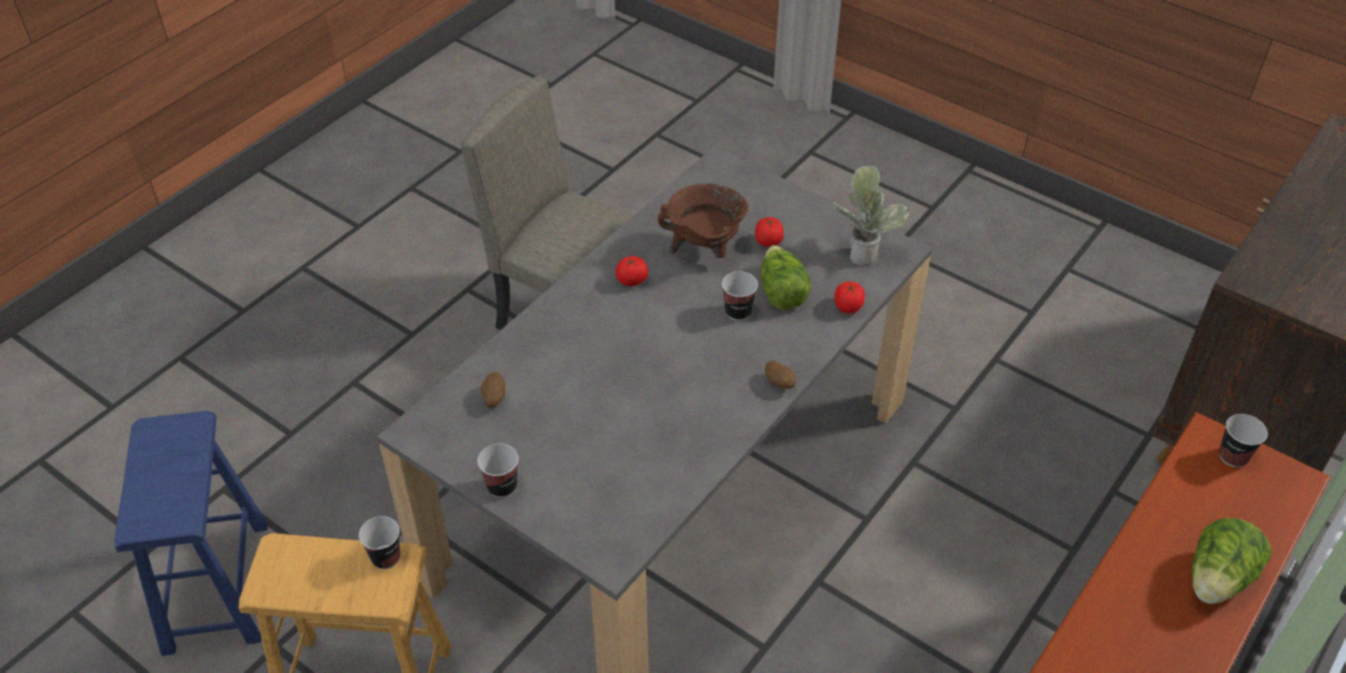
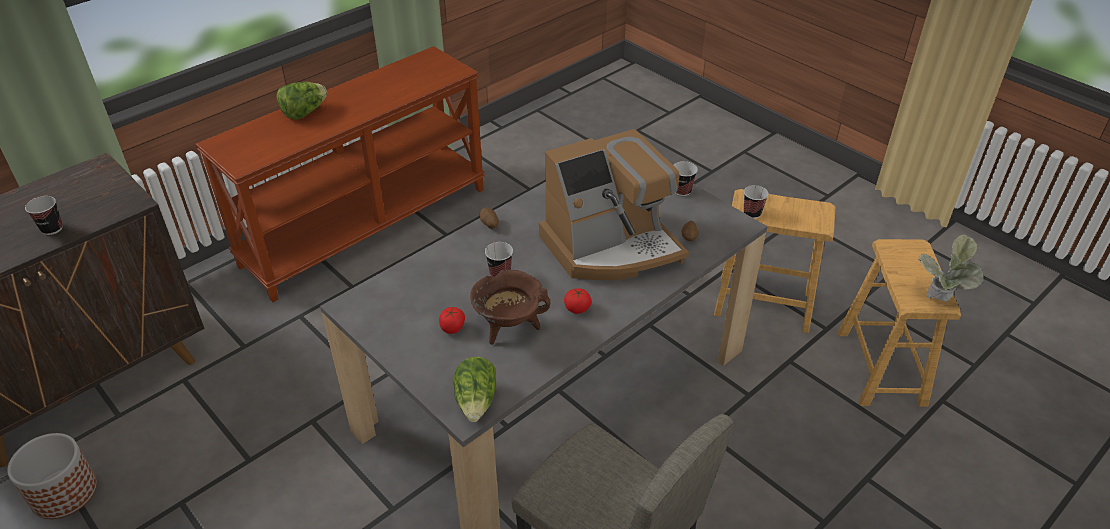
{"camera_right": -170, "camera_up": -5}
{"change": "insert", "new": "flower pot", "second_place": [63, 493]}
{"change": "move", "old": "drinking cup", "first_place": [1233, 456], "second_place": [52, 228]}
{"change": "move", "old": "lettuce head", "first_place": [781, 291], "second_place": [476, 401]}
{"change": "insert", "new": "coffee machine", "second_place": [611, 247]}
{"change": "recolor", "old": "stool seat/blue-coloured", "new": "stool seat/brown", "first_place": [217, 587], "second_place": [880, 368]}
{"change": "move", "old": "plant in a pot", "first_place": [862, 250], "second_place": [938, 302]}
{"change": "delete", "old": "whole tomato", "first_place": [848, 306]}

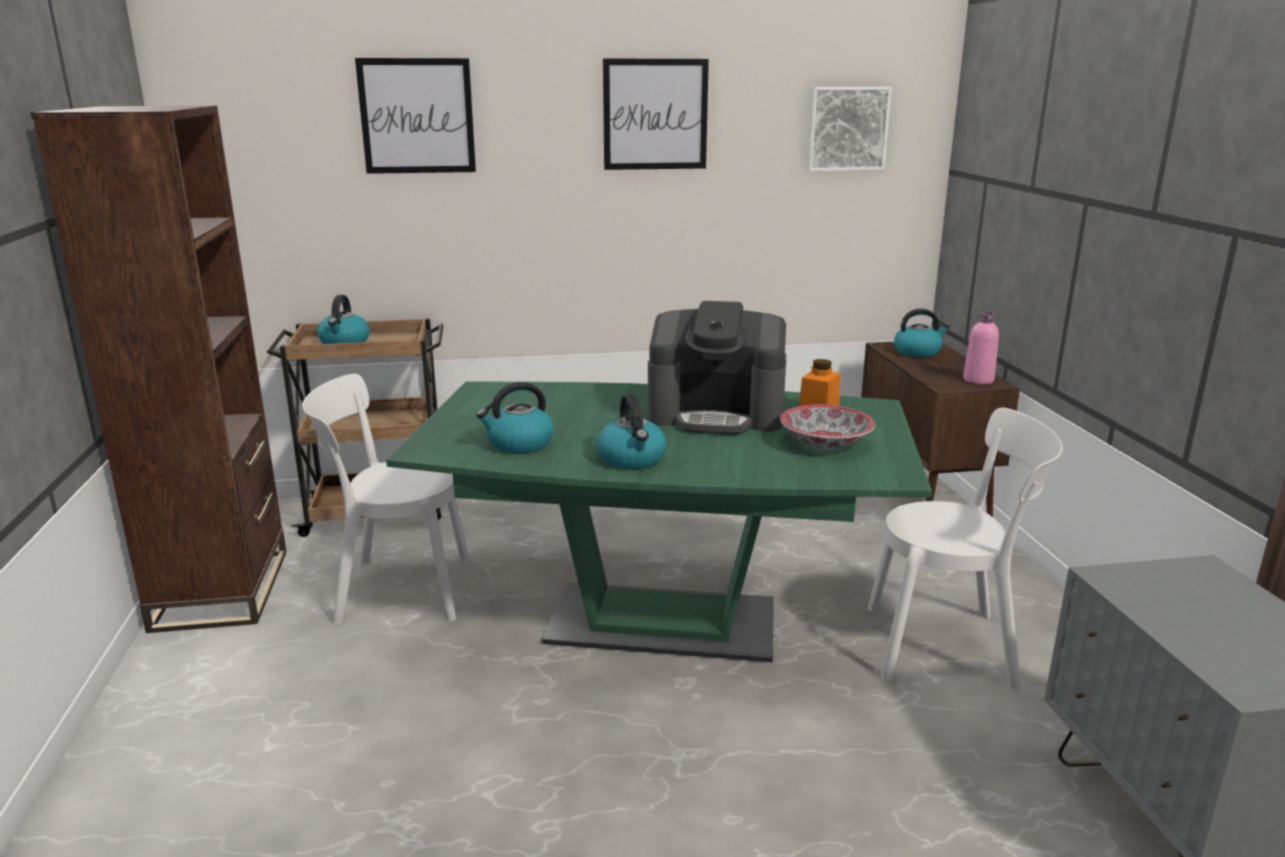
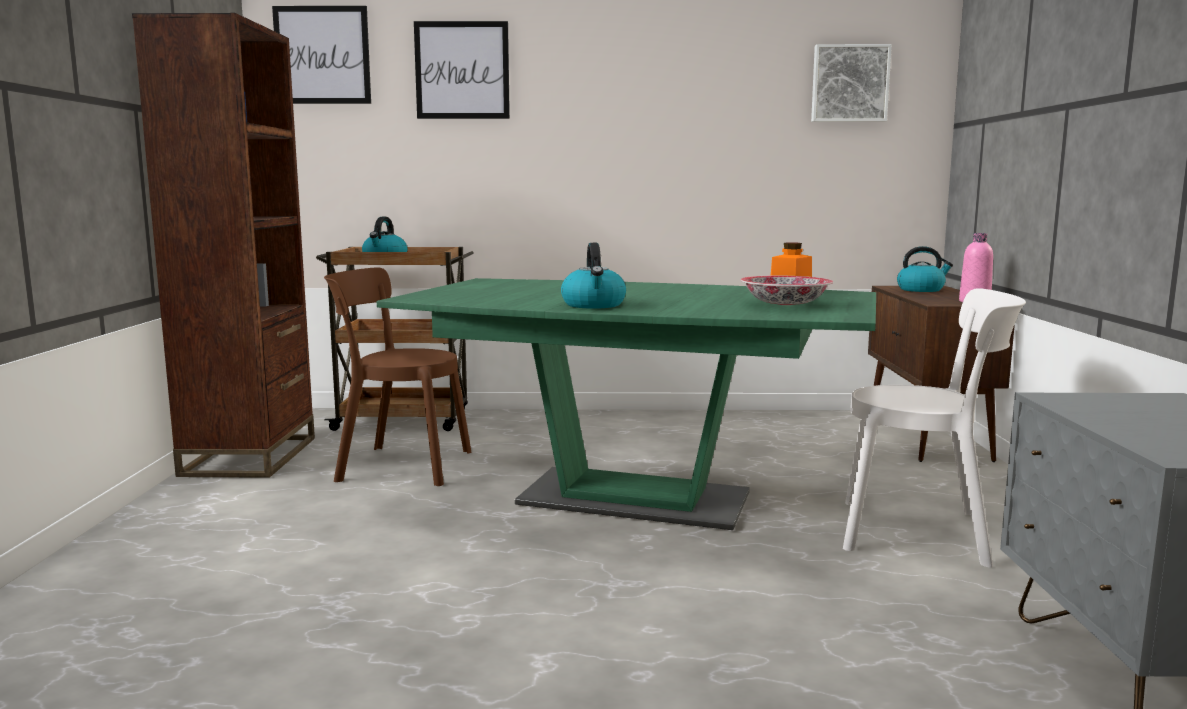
{"camera_right": 10, "camera_up": -10}
{"change": "move", "old": "wall picture", "first_place": [655, 114], "second_place": [322, 55]}
{"change": "recolor", "old": "upright chair/white", "new": "upright chair/brown", "first_place": [397, 590], "second_place": [399, 465]}
{"change": "delete", "old": "tea kettle", "first_place": [519, 444]}
{"change": "delete", "old": "coffee machine", "first_place": [717, 414]}

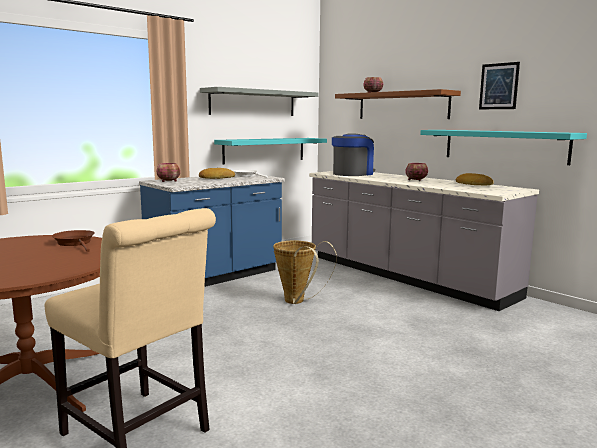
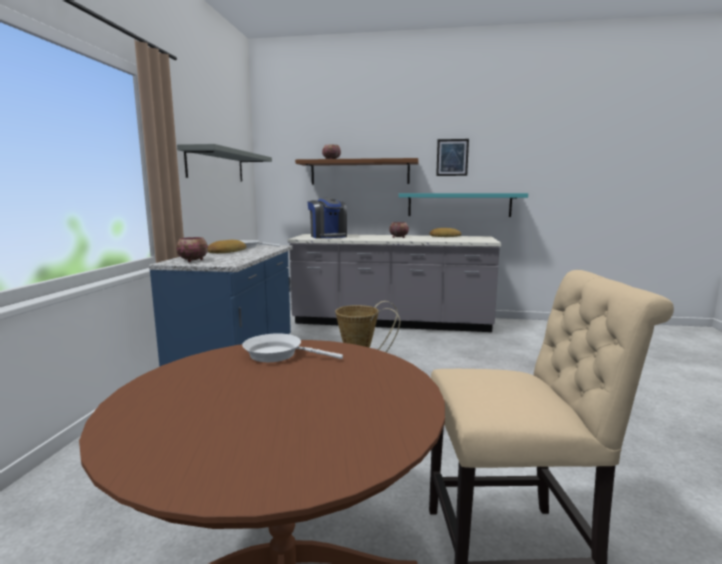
{"camera_right": -40, "camera_up": 0}
{"change": "recolor", "old": "pan/brown", "new": "pan/white", "first_place": [75, 243], "second_place": [278, 354]}
{"change": "rotate", "old": "coffee machine", "first_place": [353, 174], "second_place": [328, 237], "degrees": 150}
{"change": "delete", "old": "wall shelf/turquoise-coloured", "first_place": [264, 150]}

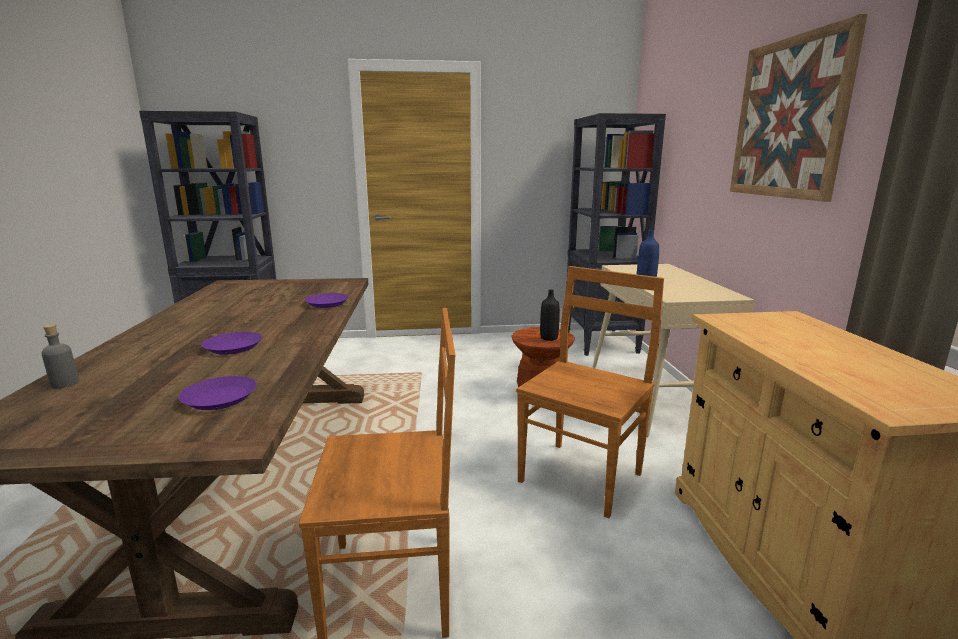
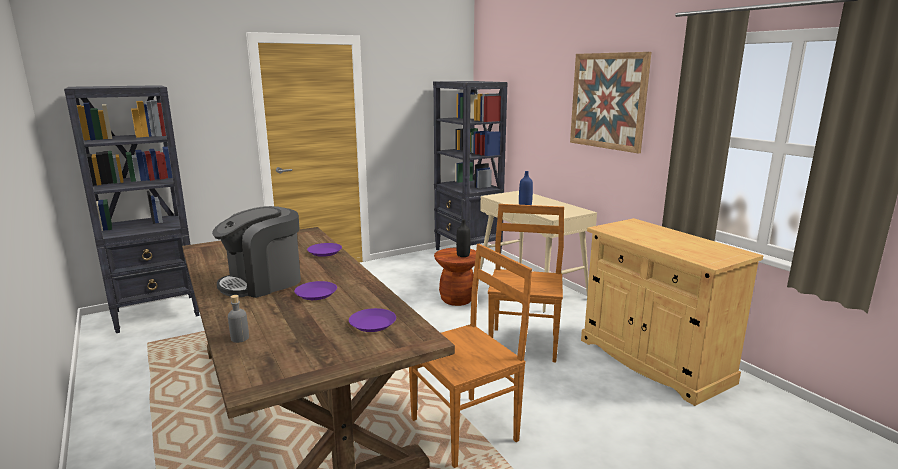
{"camera_right": -25, "camera_up": 0}
{"change": "insert", "new": "coffee machine", "second_place": [263, 282]}

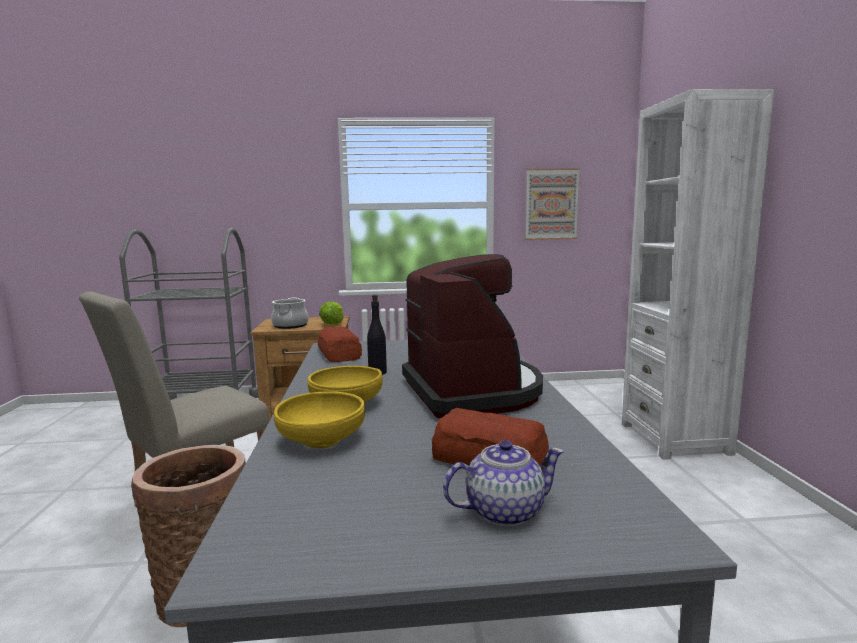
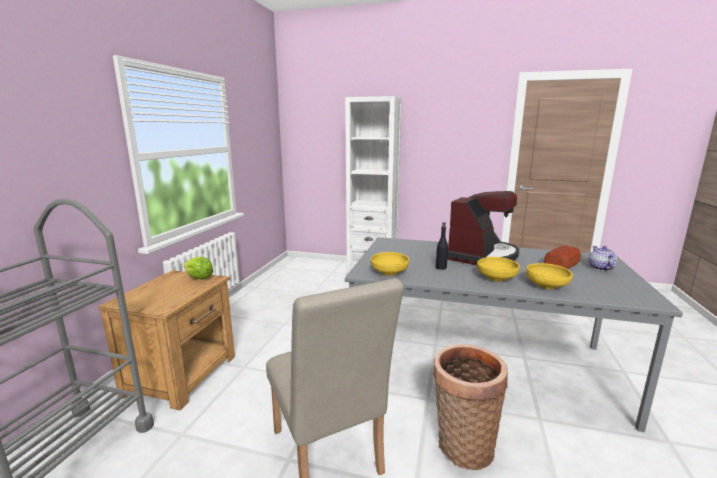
{"camera_right": -70, "camera_up": 5}
{"change": "replace", "old": "baked bread", "new": "bowl/yellowish", "first_place": [339, 354], "second_place": [389, 272]}
{"change": "rotate", "old": "coffee machine", "first_place": [472, 391], "second_place": [481, 255], "degrees": 120}
{"change": "delete", "old": "saucepot", "first_place": [290, 325]}
{"change": "delete", "old": "wall picture", "first_place": [551, 204]}

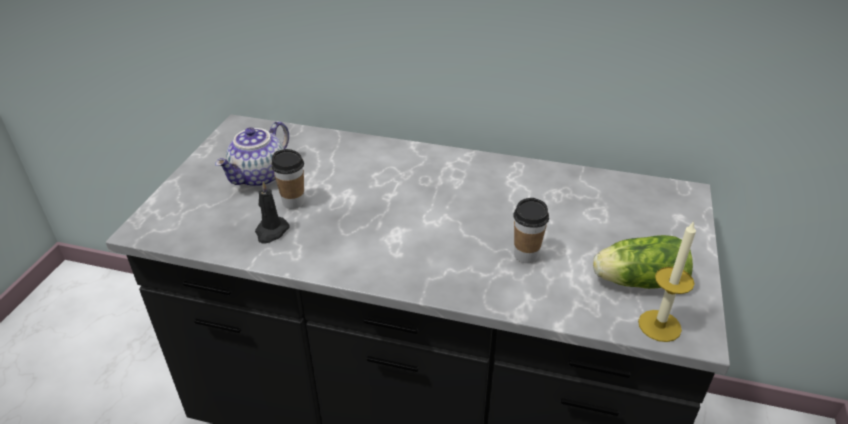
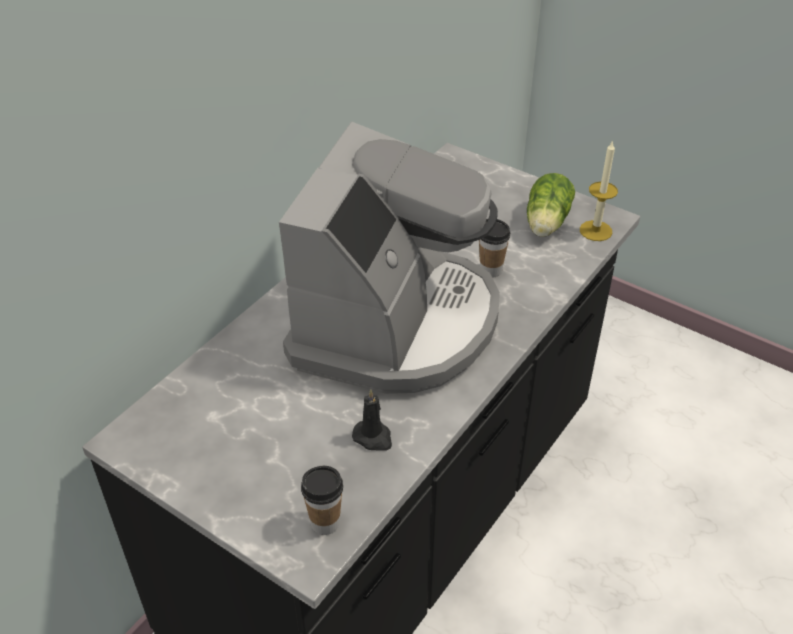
{"camera_right": -70, "camera_up": 5}
{"change": "insert", "new": "coffee machine", "second_place": [396, 323]}
{"change": "move", "old": "drinking cup", "first_place": [293, 202], "second_place": [325, 523]}
{"change": "delete", "old": "tea pot", "first_place": [260, 177]}

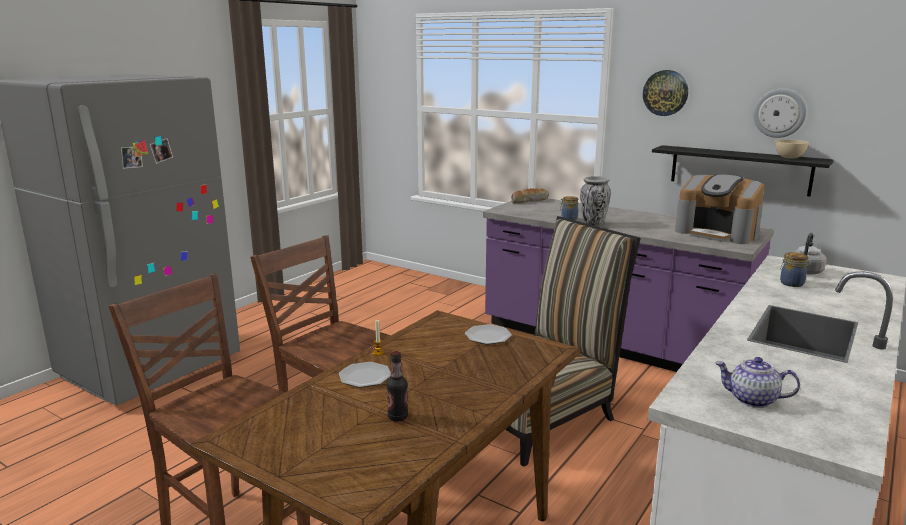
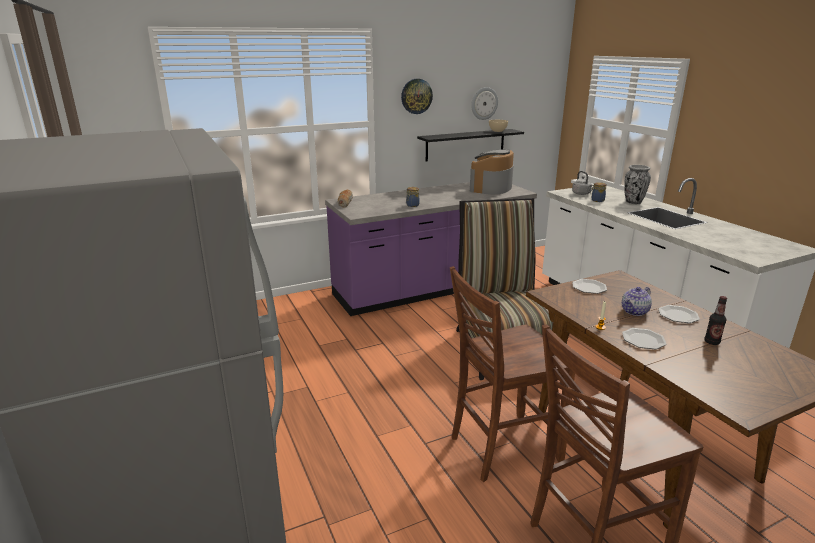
{"camera_right": -60, "camera_up": 5}
{"change": "rotate", "old": "coffee machine", "first_place": [717, 233], "second_place": [491, 188], "degrees": 135}
{"change": "move", "old": "tea pot", "first_place": [752, 400], "second_place": [635, 312]}
{"change": "move", "old": "decorative vase", "first_place": [593, 224], "second_place": [633, 202]}
{"change": "insert", "new": "plate", "second_place": [678, 315]}

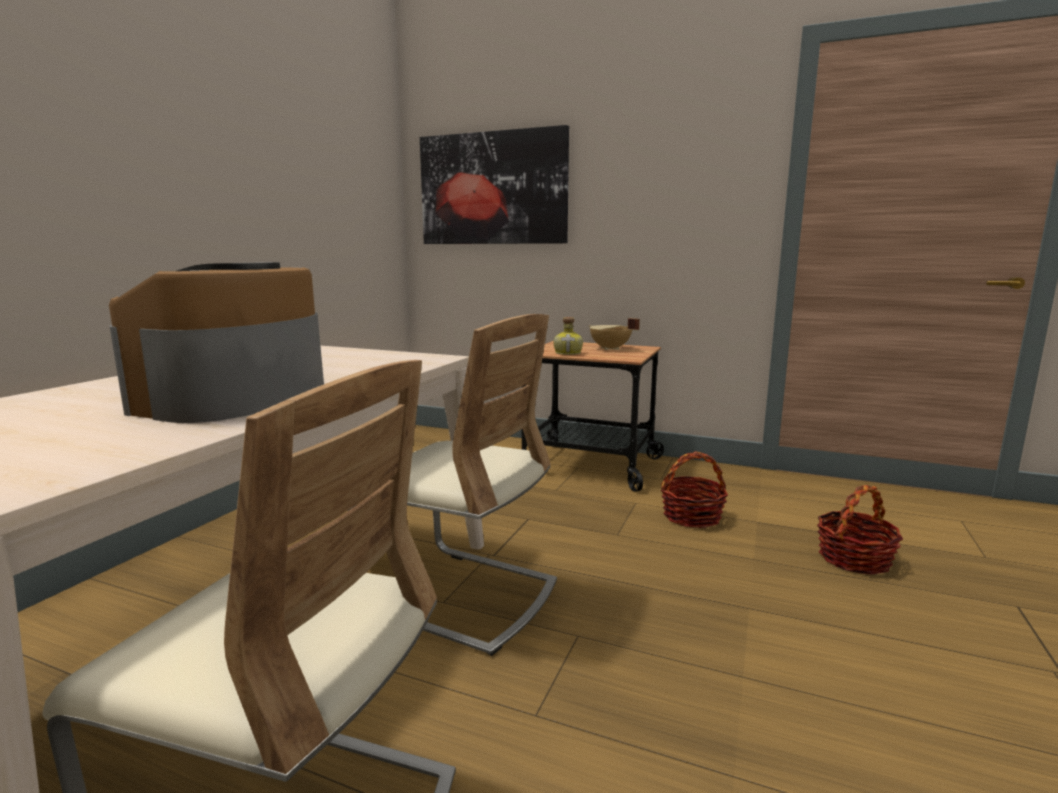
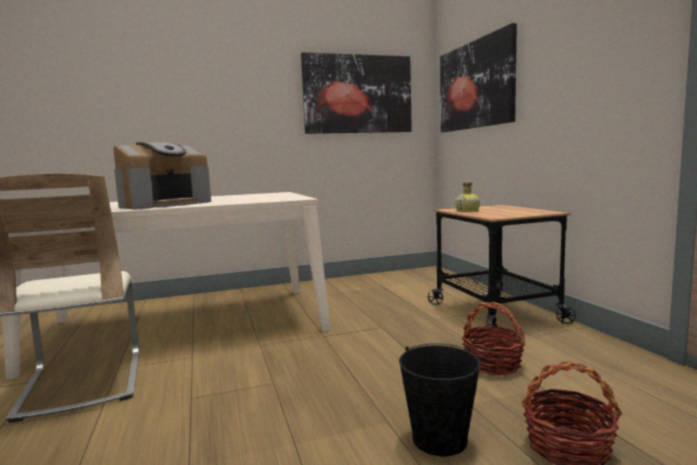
{"camera_right": 50, "camera_up": -5}
{"change": "rotate", "old": "coffee machine", "first_place": [236, 398], "second_place": [165, 204], "degrees": 150}
{"change": "insert", "new": "wall picture", "second_place": [357, 94]}
{"change": "insert", "new": "bucket/black-coloured", "second_place": [439, 439]}
{"change": "delete", "old": "upright chair/beige", "first_place": [460, 596]}
{"change": "delete", "old": "saucepot/beige", "first_place": [610, 349]}

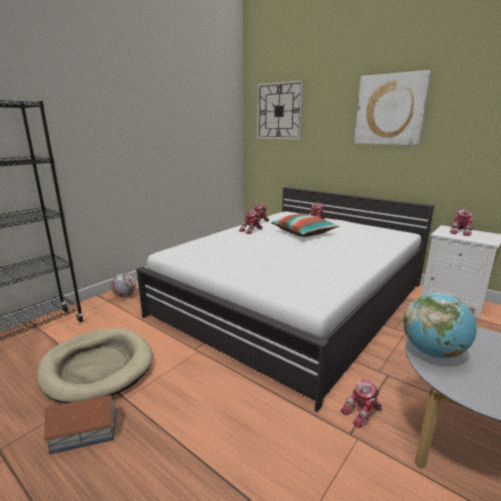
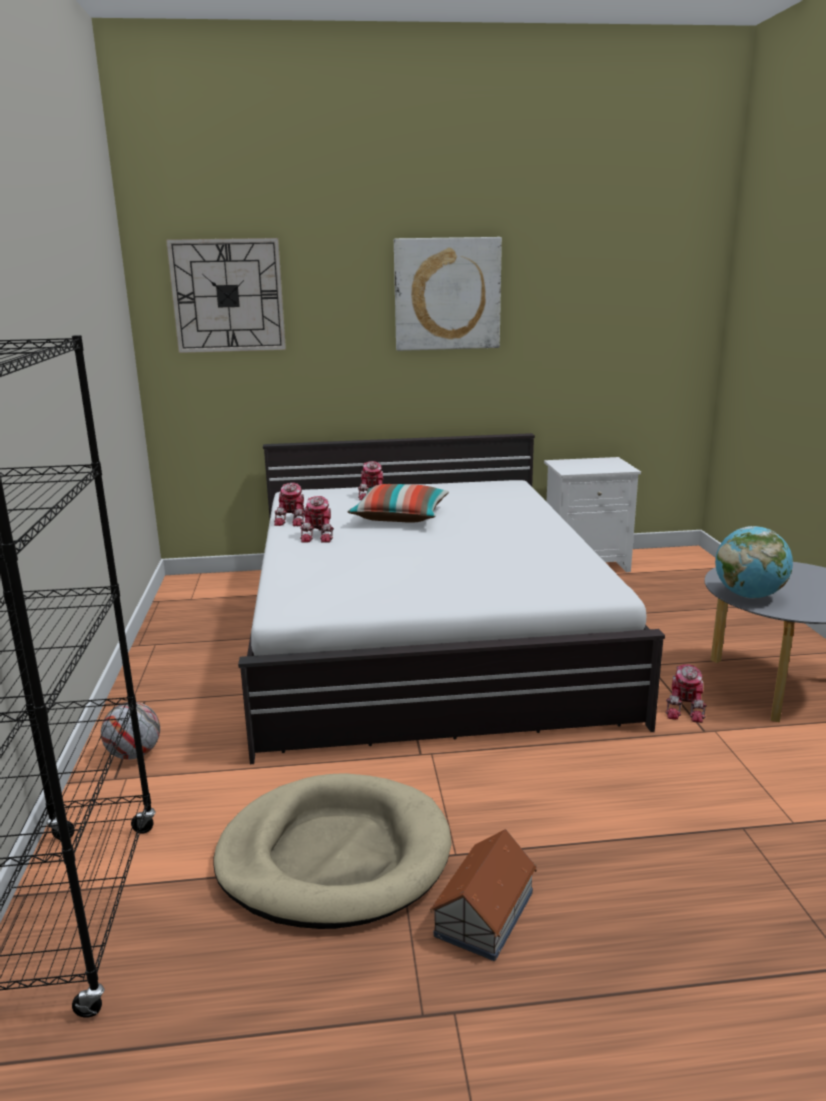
{"camera_right": -45, "camera_up": 0}
{"change": "delete", "old": "model robot", "first_place": [461, 232]}

